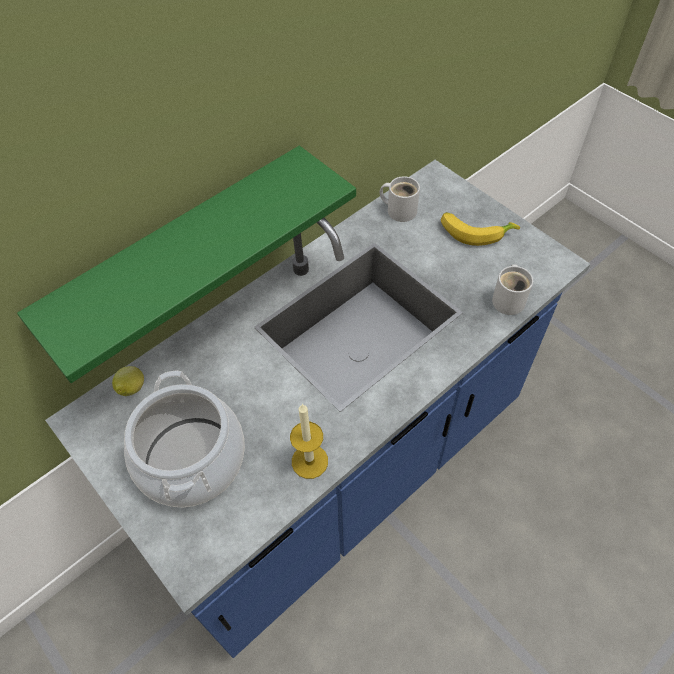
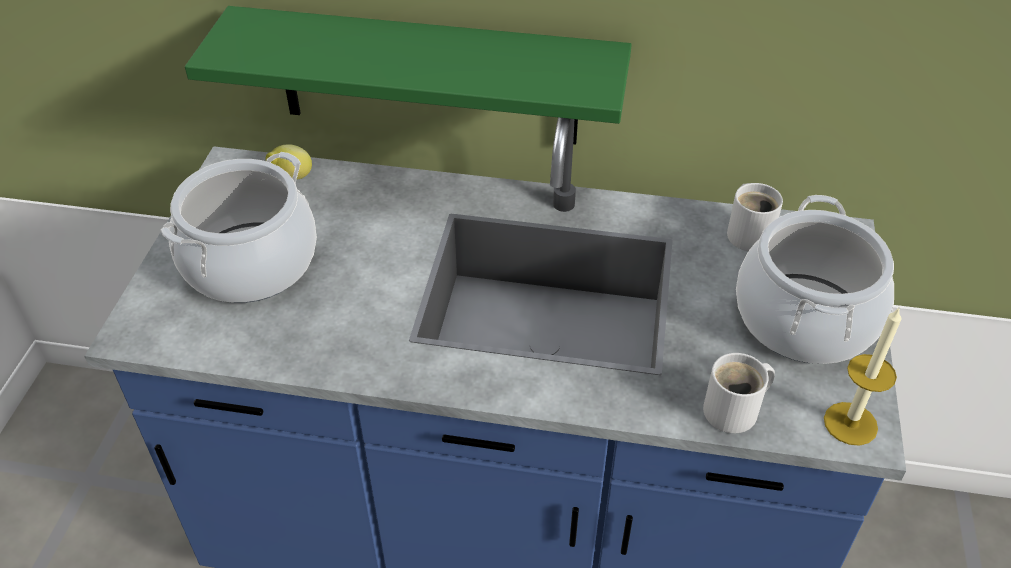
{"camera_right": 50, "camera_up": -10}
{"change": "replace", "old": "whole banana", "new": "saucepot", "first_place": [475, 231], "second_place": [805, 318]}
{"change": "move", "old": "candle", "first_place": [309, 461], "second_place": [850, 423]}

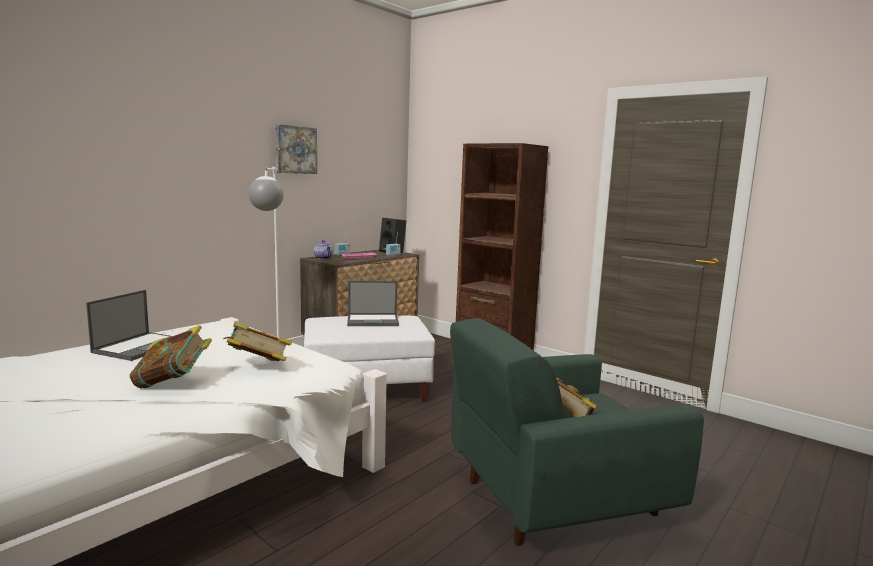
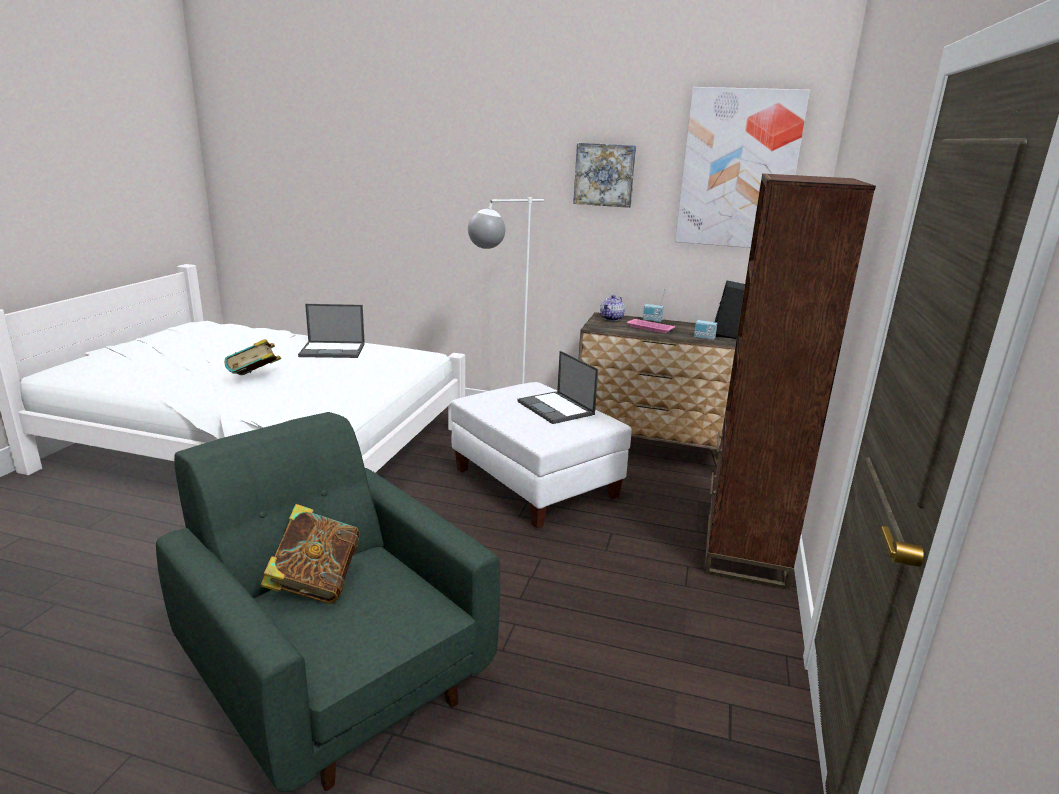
{"camera_right": 65, "camera_up": 10}
{"change": "insert", "new": "wall picture", "second_place": [738, 170]}
{"change": "delete", "old": "bound book", "first_place": [257, 367]}

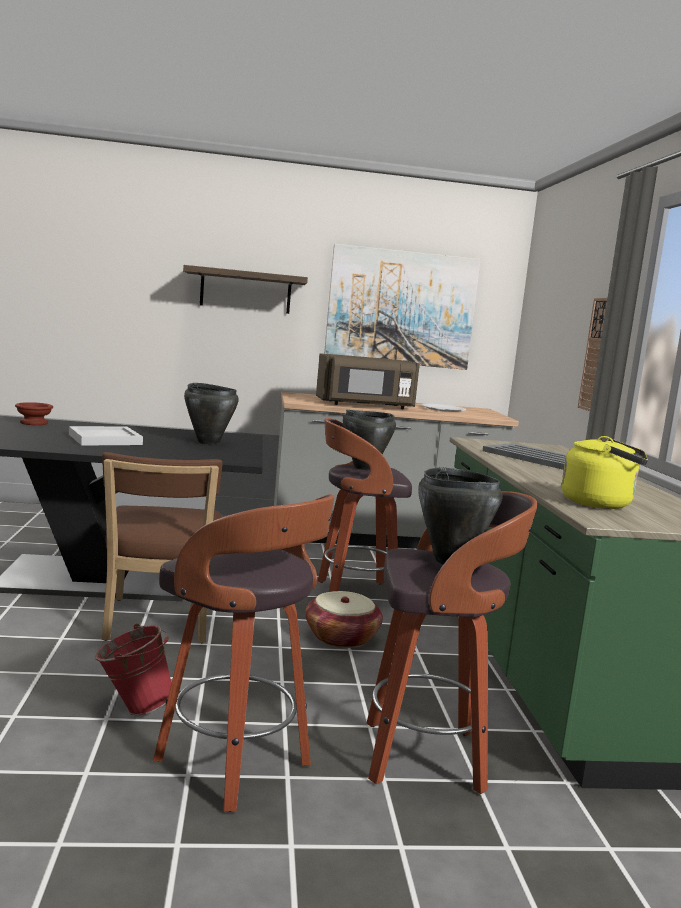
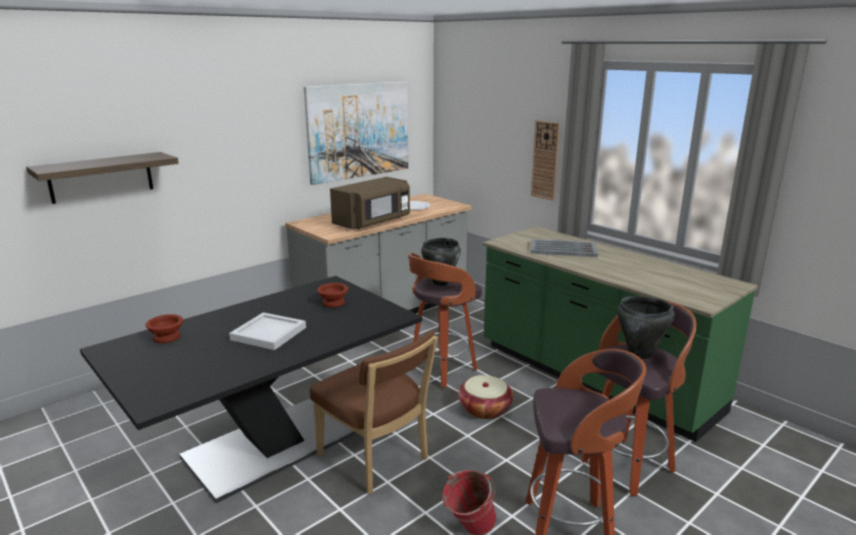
{"camera_right": -35, "camera_up": 10}
{"change": "move", "old": "wall shelf", "first_place": [245, 291], "second_place": [101, 177]}
{"change": "replace", "old": "saucepot/black-coloured", "new": "bowl/brown", "first_place": [208, 442], "second_place": [332, 302]}
{"change": "delete", "old": "tea kettle/yellowish", "first_place": [601, 504]}

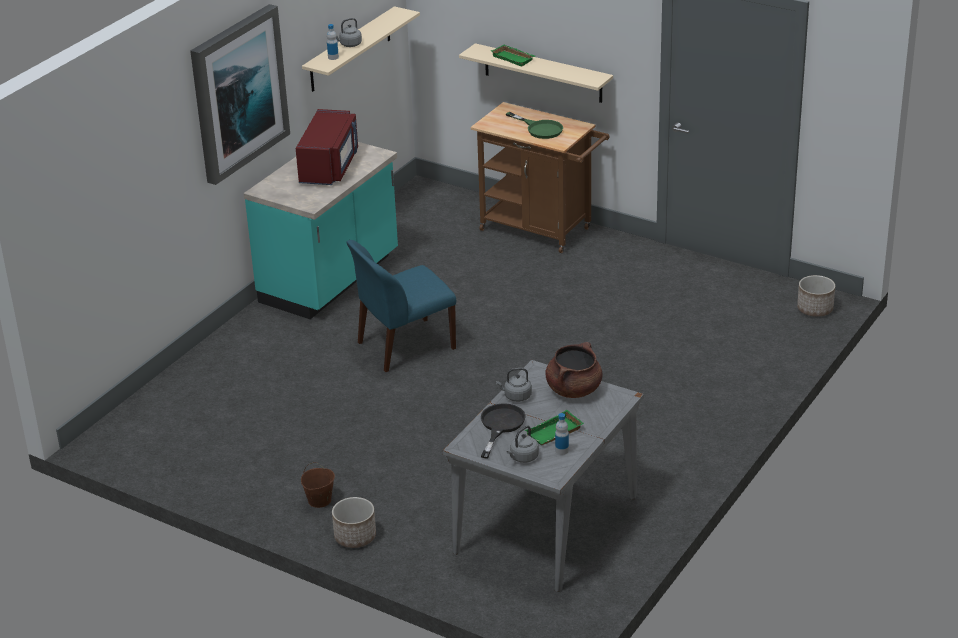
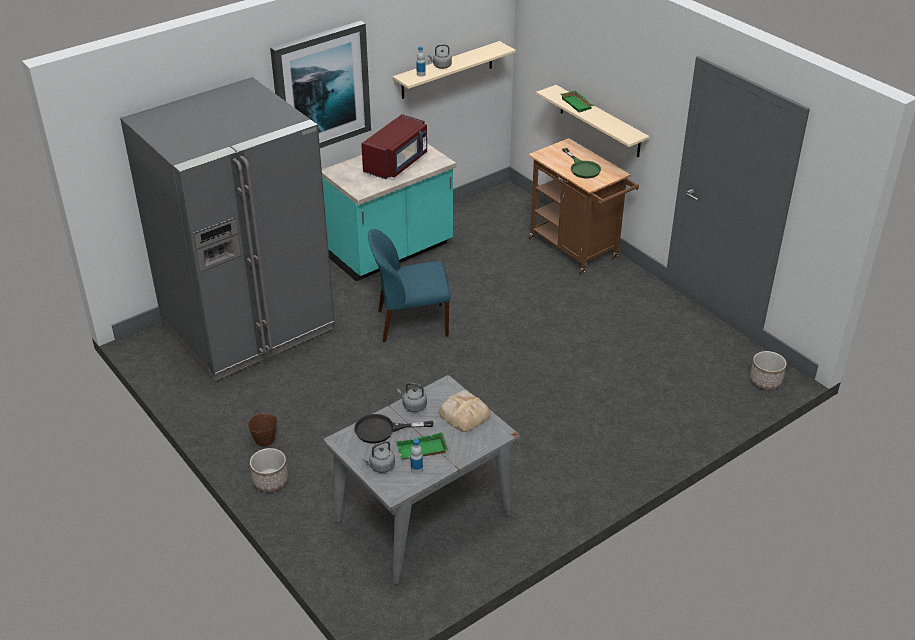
{"camera_right": 20, "camera_up": 5}
{"change": "insert", "new": "fridge/greyish", "second_place": [248, 328]}
{"change": "rotate", "old": "pan/black-coloured", "first_place": [500, 426], "second_place": [382, 430], "degrees": -135}
{"change": "replace", "old": "saucepot/brown", "new": "baked bread", "first_place": [574, 390], "second_place": [464, 413]}

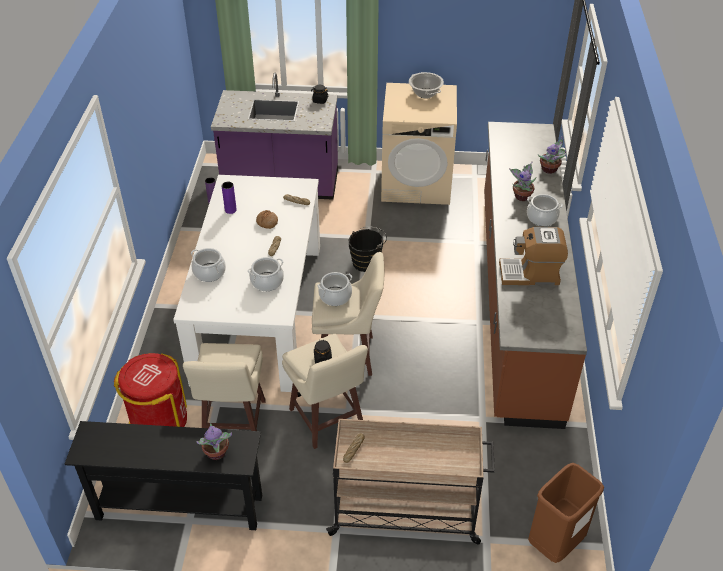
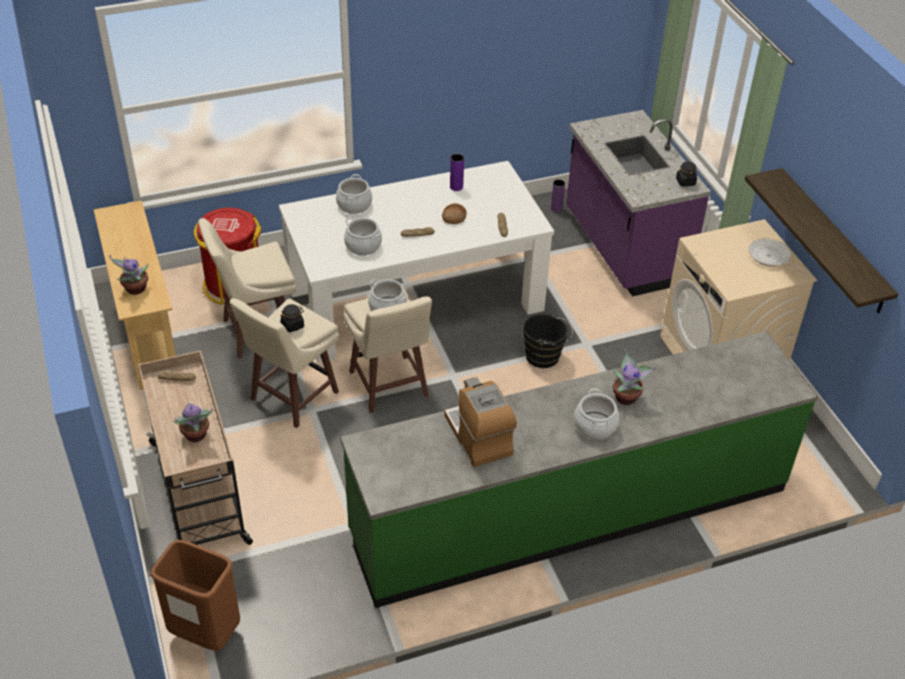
{"camera_right": 65, "camera_up": 0}
{"change": "recolor", "old": "narrow table/black-coloured", "new": "narrow table/beige", "first_place": [179, 508], "second_place": [146, 332]}
{"change": "move", "old": "plant in a pot", "first_place": [550, 169], "second_place": [196, 436]}
{"change": "recolor", "old": "counter/brown", "new": "counter/green-coloured", "first_place": [517, 299], "second_place": [570, 511]}
{"change": "insert", "new": "wall shelf", "second_place": [832, 241]}
{"change": "replace", "old": "saucepot", "new": "pan", "first_place": [425, 93], "second_place": [771, 257]}

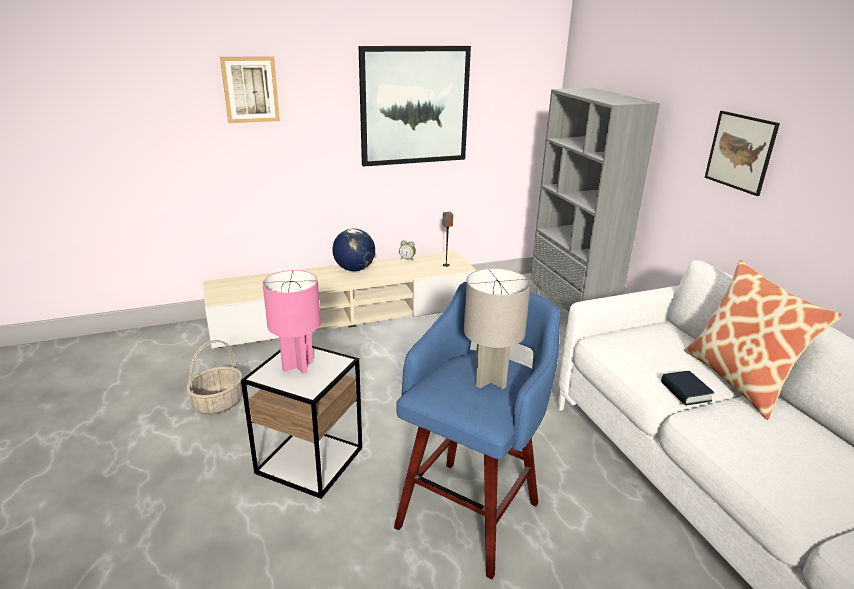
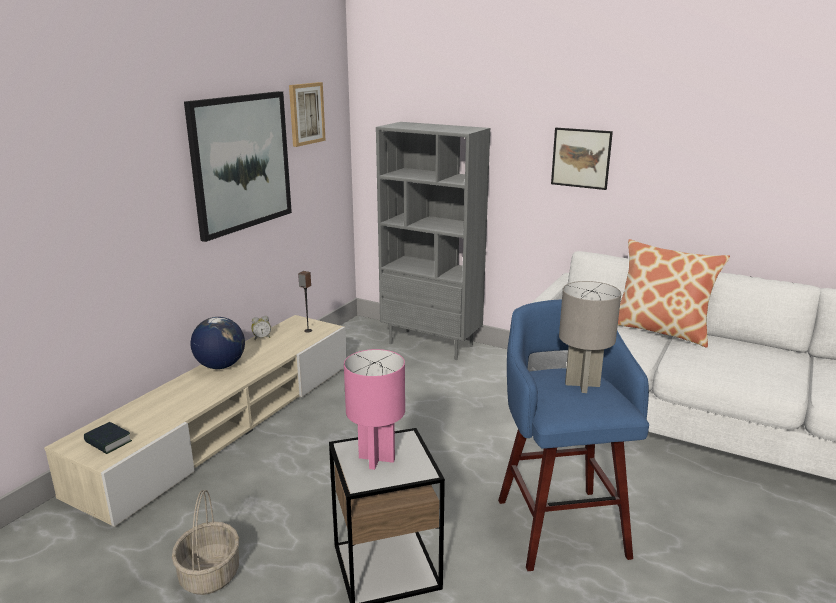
{"camera_right": -40, "camera_up": -5}
{"change": "move", "old": "bound book", "first_place": [685, 392], "second_place": [108, 442]}
{"change": "move", "old": "wall picture", "first_place": [250, 89], "second_place": [306, 113]}

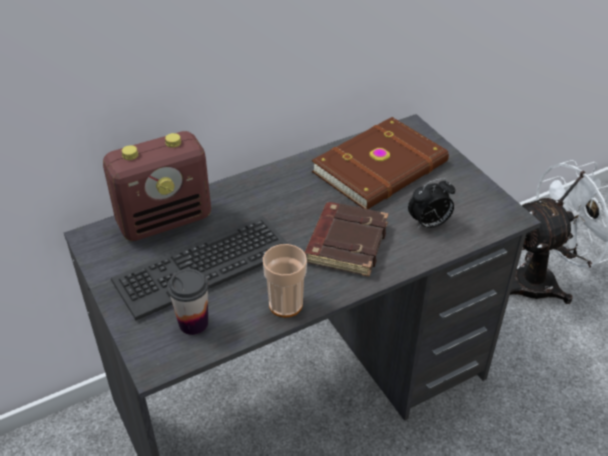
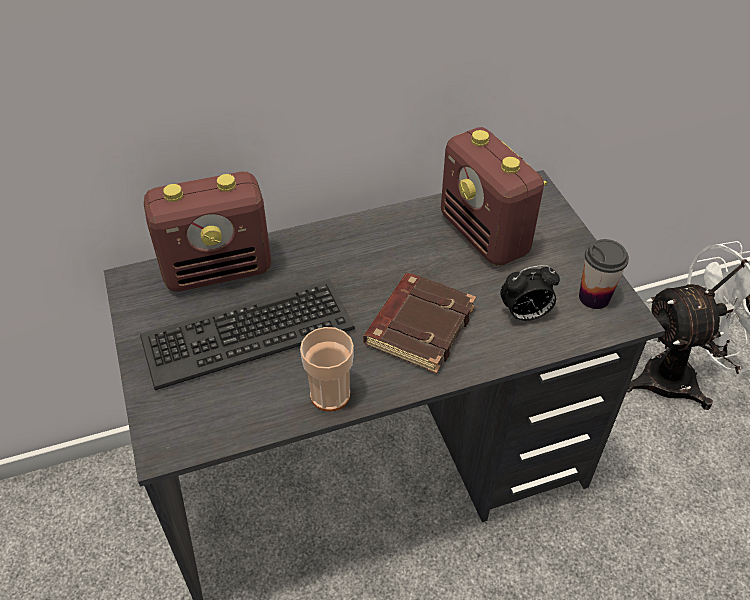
{"camera_right": 10, "camera_up": 5}
{"change": "replace", "old": "bound book/brown", "new": "radio receiver", "first_place": [382, 168], "second_place": [485, 235]}
{"change": "move", "old": "drinking cup", "first_place": [193, 323], "second_place": [594, 297]}

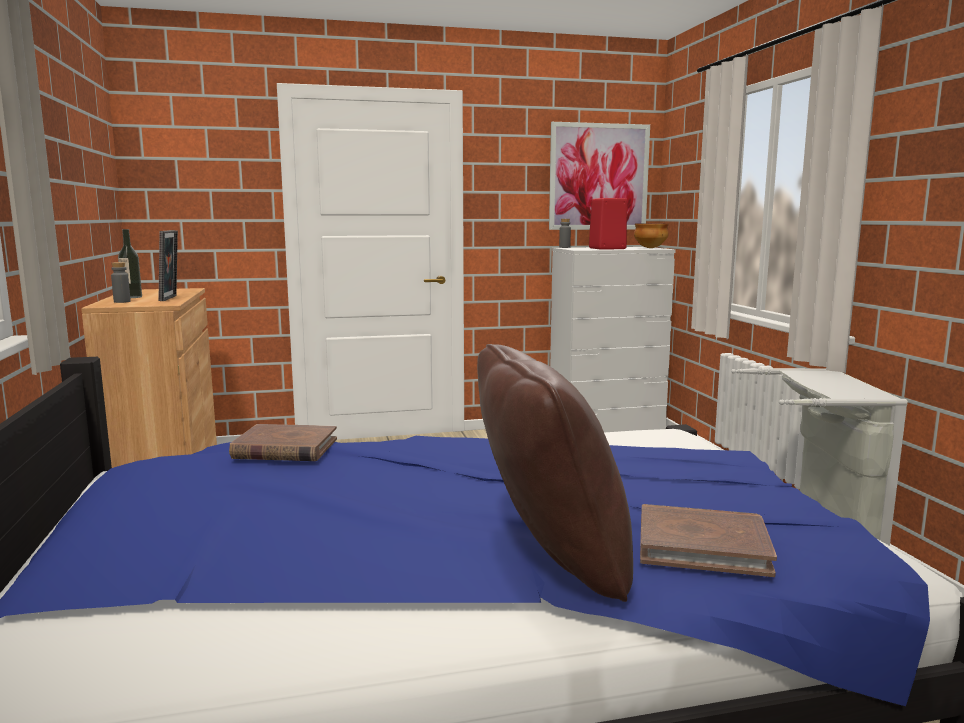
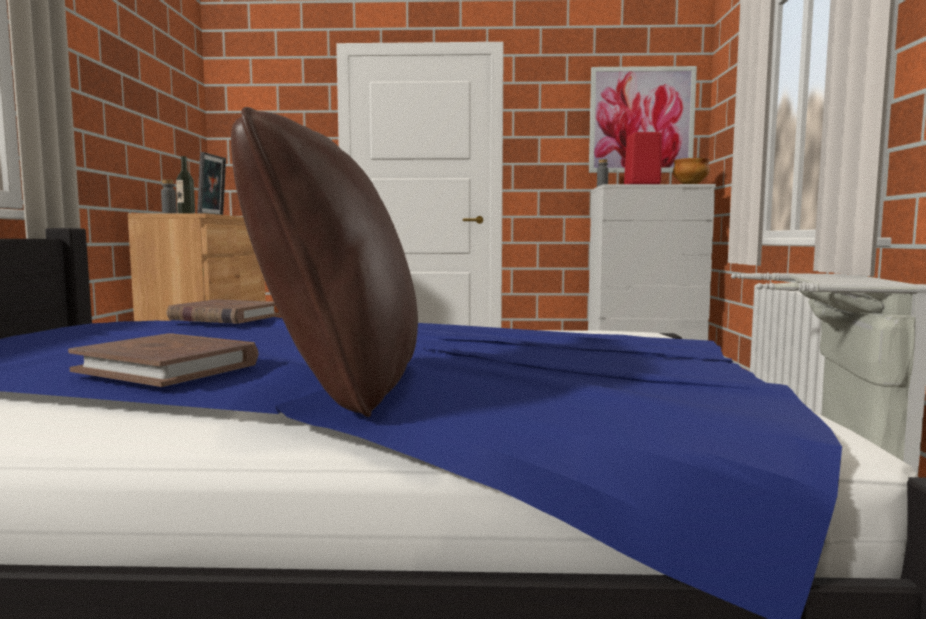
{"camera_right": 15, "camera_up": -5}
{"change": "move", "old": "bound book/brown", "first_place": [702, 546], "second_place": [168, 367]}

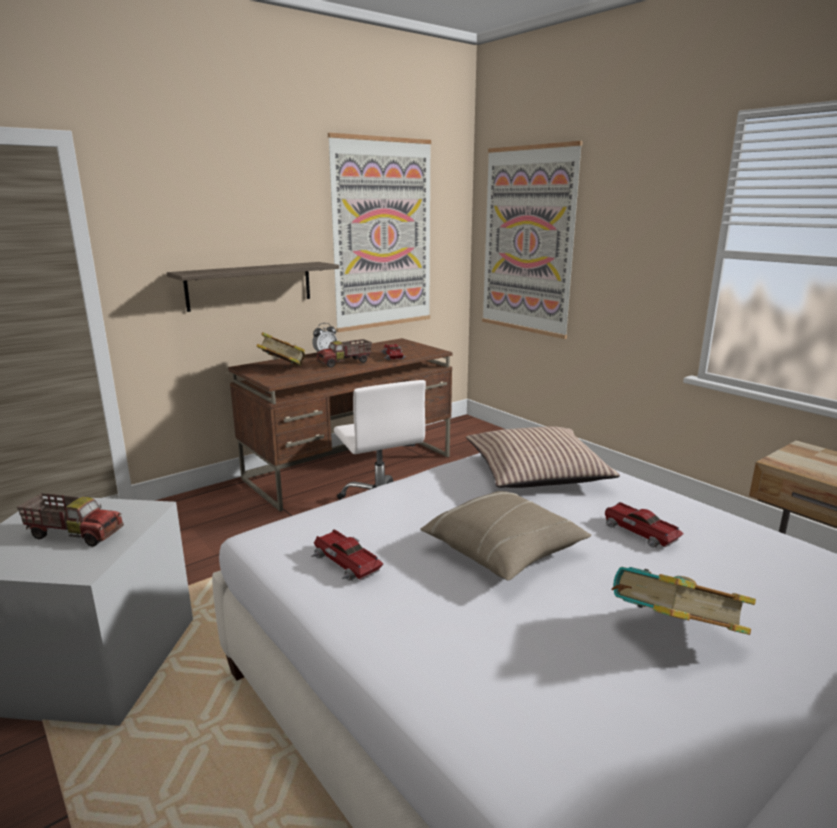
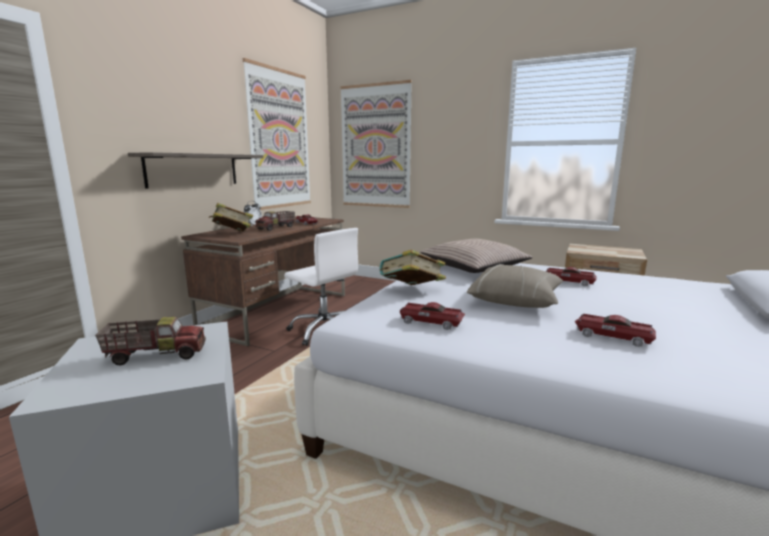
{"camera_right": -25, "camera_up": -5}
{"change": "move", "old": "bound book", "first_place": [673, 635], "second_place": [411, 291]}
{"change": "insert", "new": "miniature car", "second_place": [612, 336]}

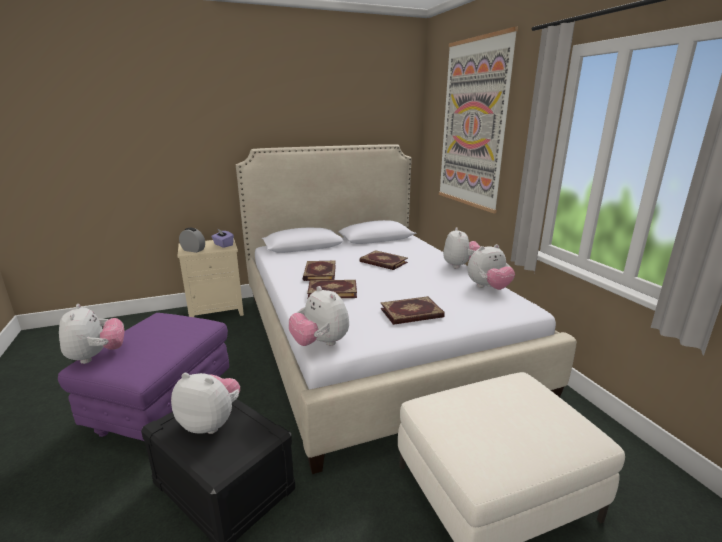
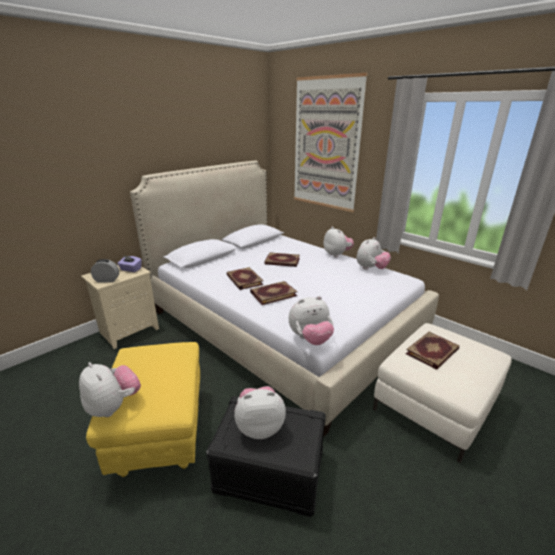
{"camera_right": -25, "camera_up": 5}
{"change": "recolor", "old": "pouffe/purple", "new": "pouffe/yellowish", "first_place": [163, 408], "second_place": [160, 431]}
{"change": "rotate", "old": "cuddly toy", "first_place": [320, 343], "second_place": [310, 339], "degrees": -45}
{"change": "move", "old": "bound book", "first_place": [412, 313], "second_place": [433, 352]}

